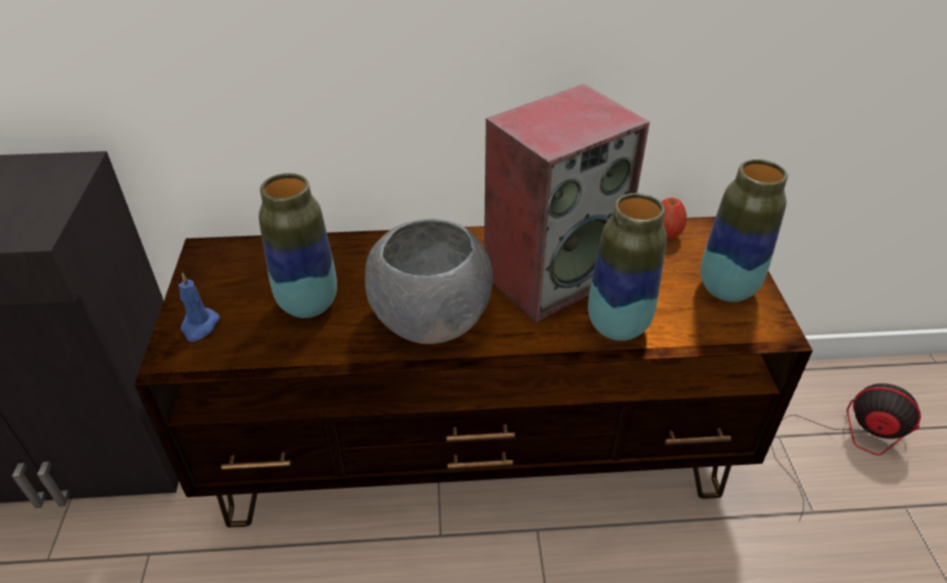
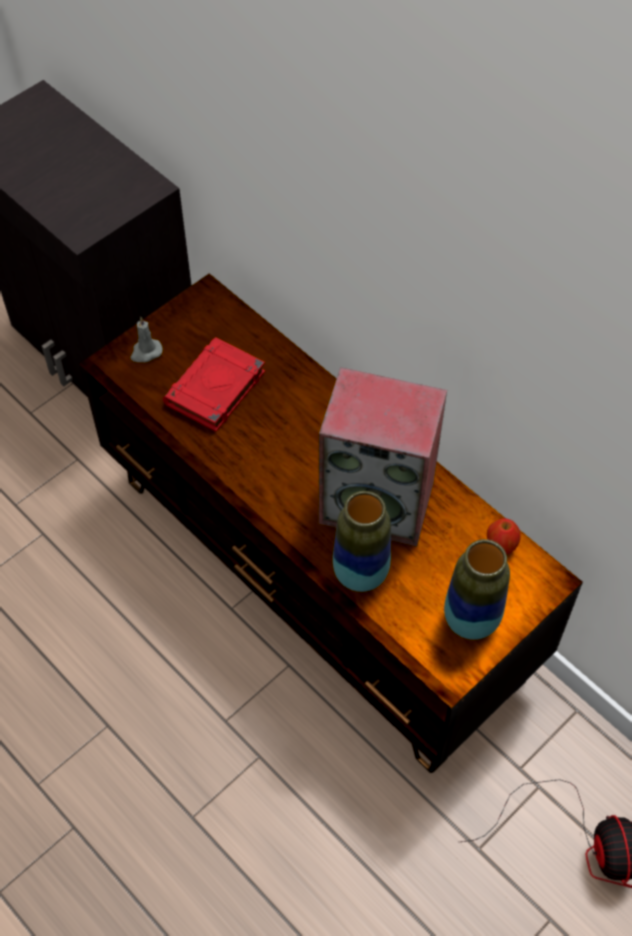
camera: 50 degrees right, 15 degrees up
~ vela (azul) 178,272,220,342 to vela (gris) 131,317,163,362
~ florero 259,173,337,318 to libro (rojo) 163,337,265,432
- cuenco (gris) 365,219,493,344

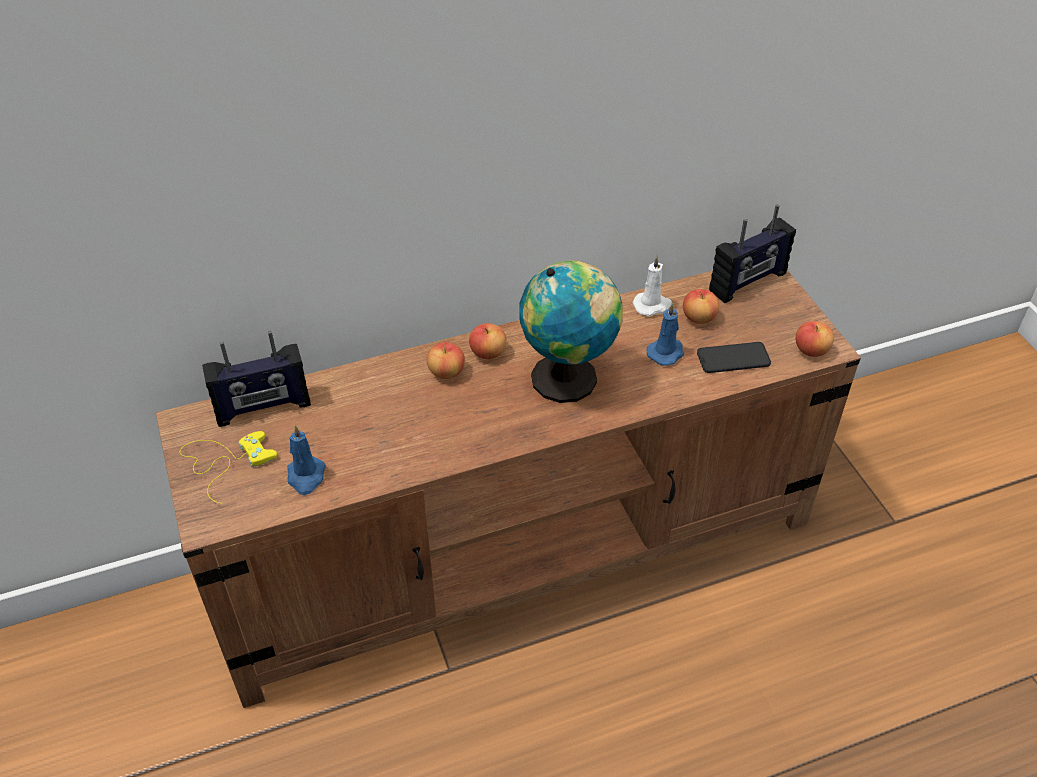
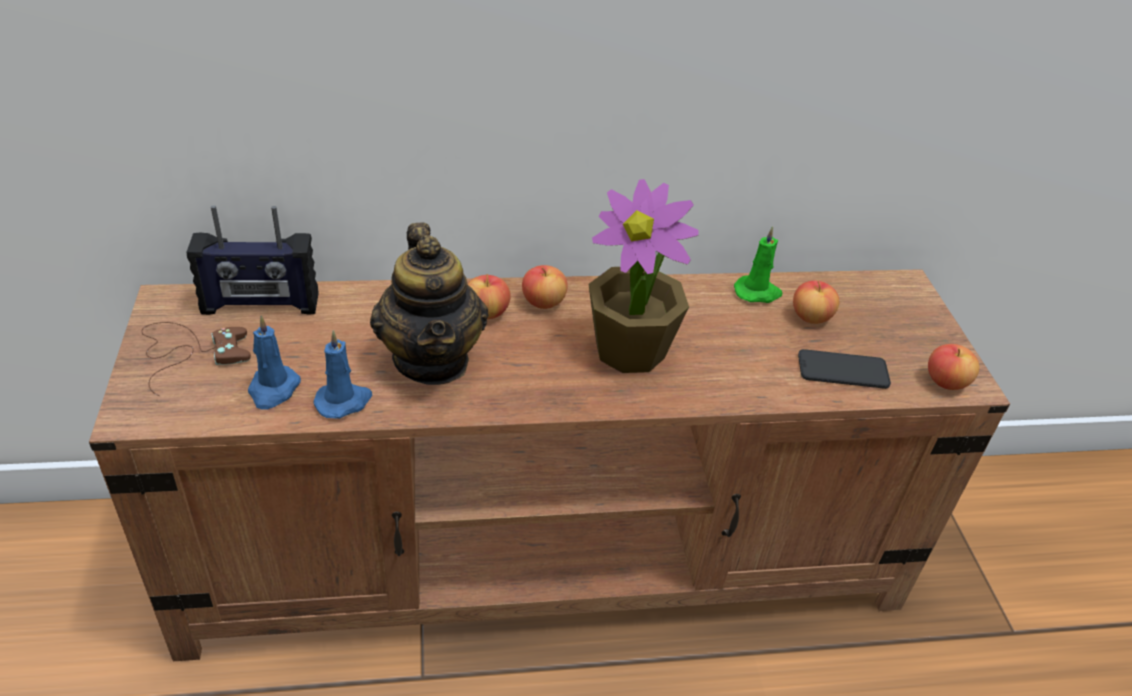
camera: 10 degrees right, 5 degrees down
~ mando de consola (amarillo) 179,431,277,504 to mando de consola (marrón) 141,322,251,397
~ globo terráqueo 520,260,623,403 to planta en maceta 589,179,699,373
~ vela (blanco) 633,255,672,316 to vela (verde) 734,226,782,303
~ vela (azul) 646,303,684,366 to 314,330,372,419
- radio 709,204,796,303
+ tetera 370,222,488,385

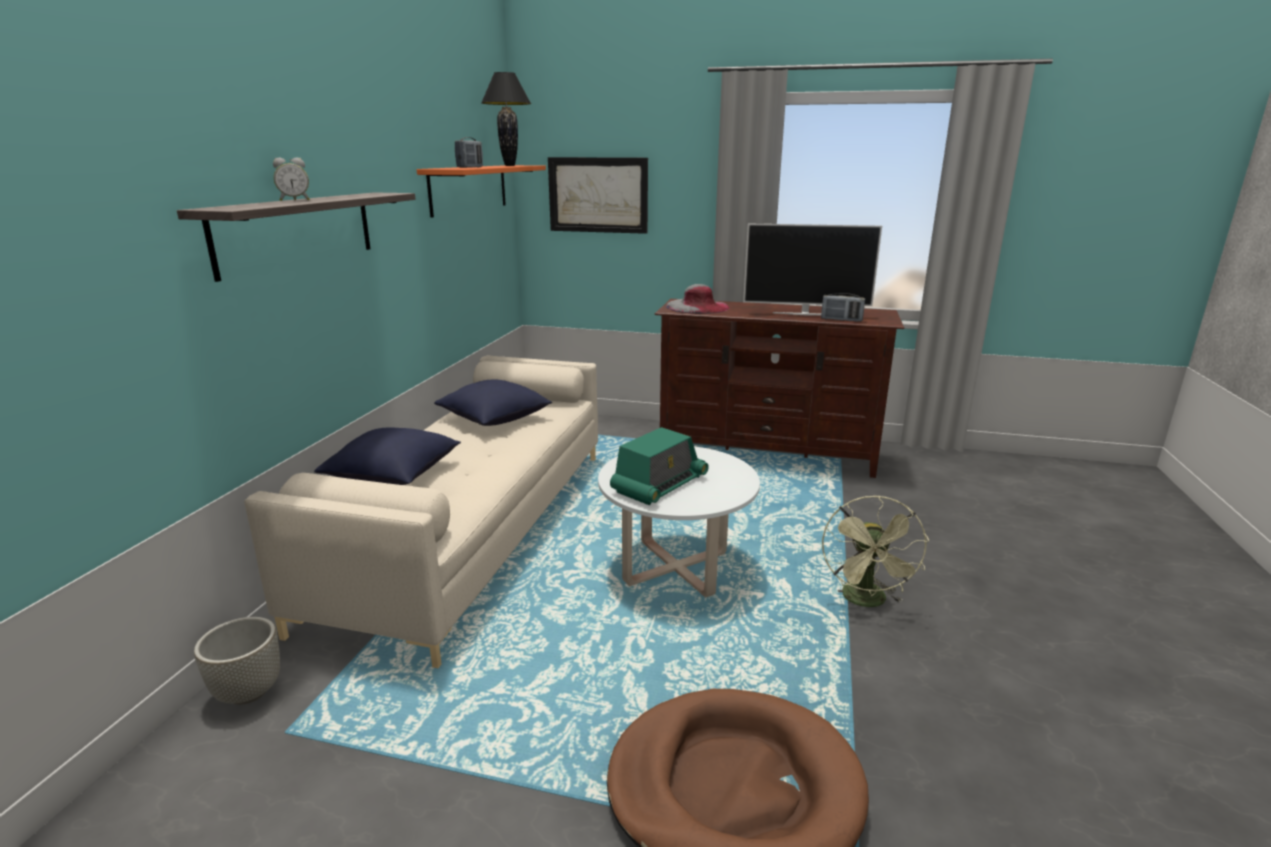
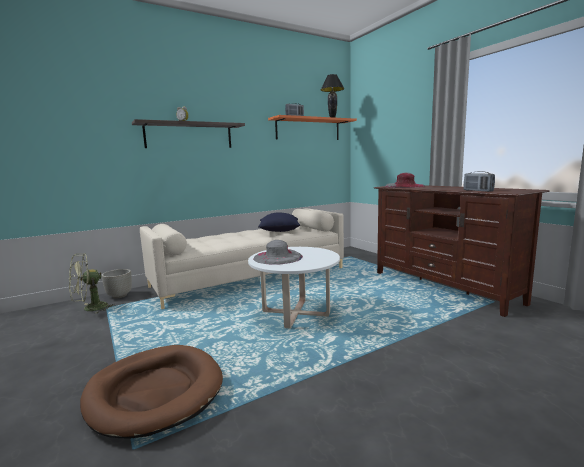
camera: 45 degrees right, 10 degrees down
- cojín (azul) 314,427,461,485
- cuadro 548,157,648,234
~ radio 610,427,709,505 to sombrero (gris) 253,240,303,265
- televisor 743,224,882,316
~ ventilador (verde) 822,495,929,607 to 69,253,116,314

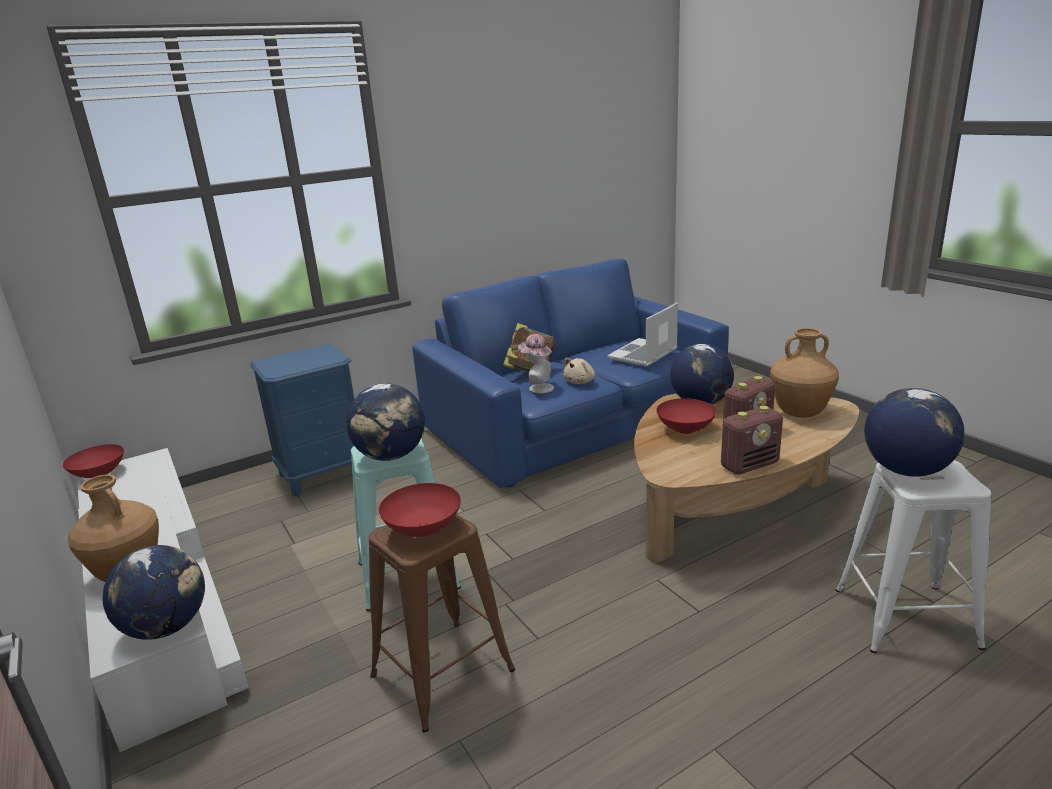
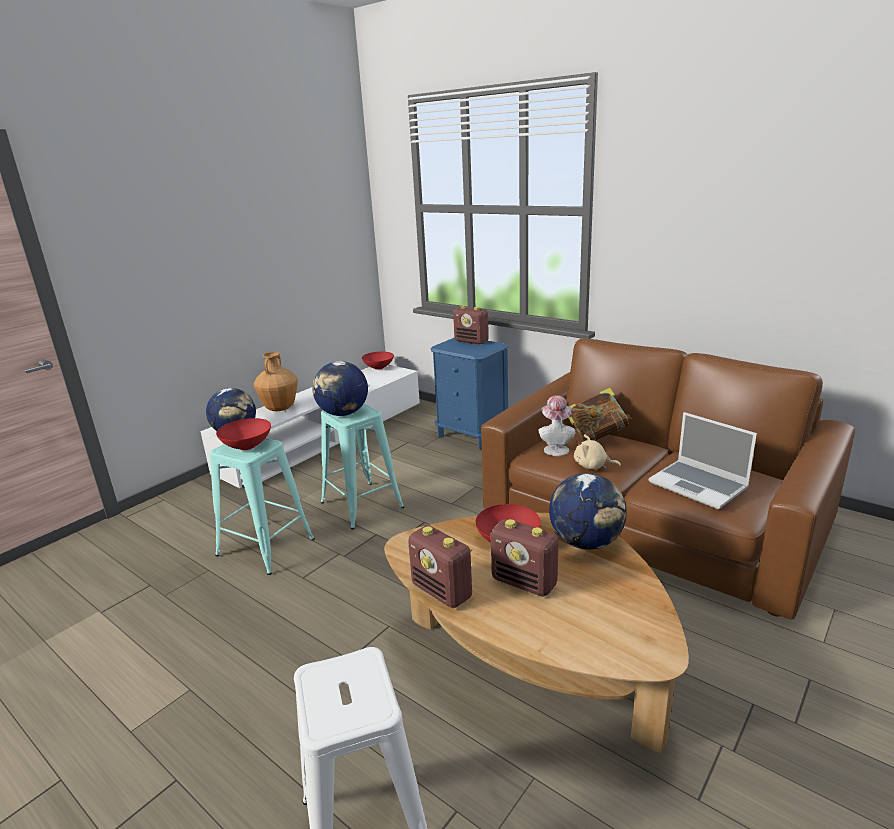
camera: 70 degrees right, 0 degrees up
~ taburete (marrón) 369,514,515,732 to taburete (turquesa) 210,438,315,575
~ sofá (azul) 412,259,729,488 to sofá (marrón) 481,339,855,620
~ portátil 607,303,678,367 = 649,412,757,509 150 degrees counterclockwise
- florero (marrón) 770,328,839,418
- globo terráqueo 864,388,964,477
+ radio 453,305,489,344

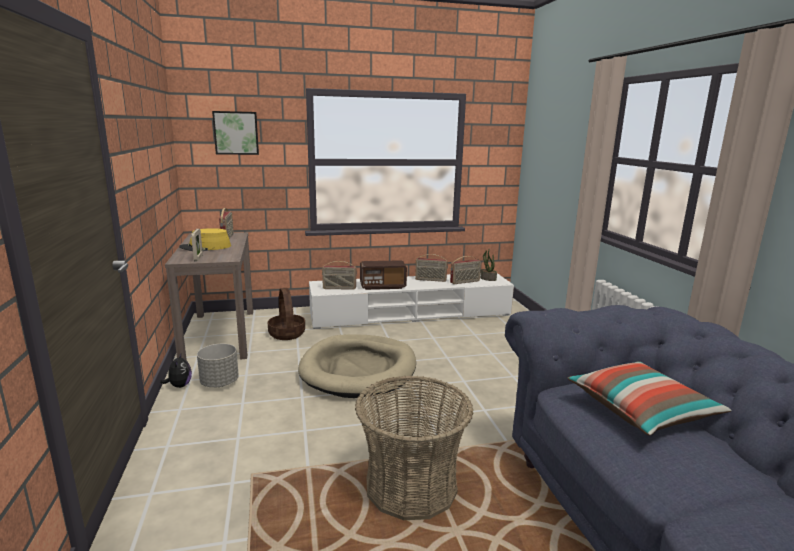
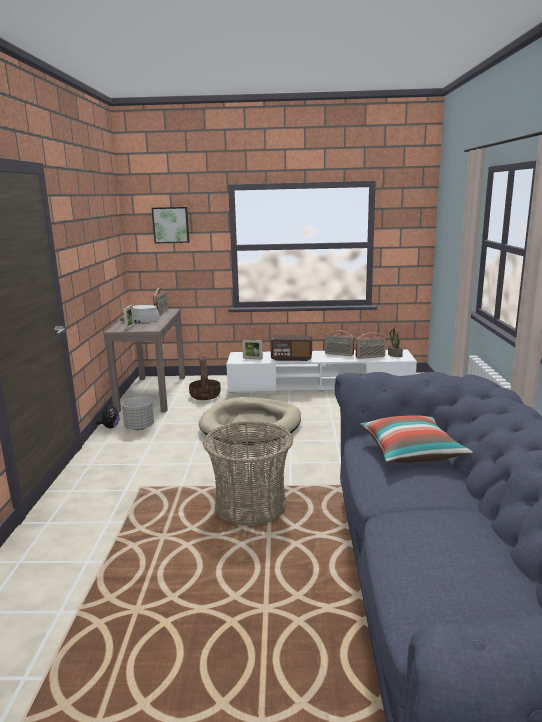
camera: 15 degrees right, 0 degrees up
~ sombrero (amarillo) 179,228,231,251 to sombrero (gris) 120,305,160,323
~ radio 322,261,357,290 to portarretratos 242,339,263,360

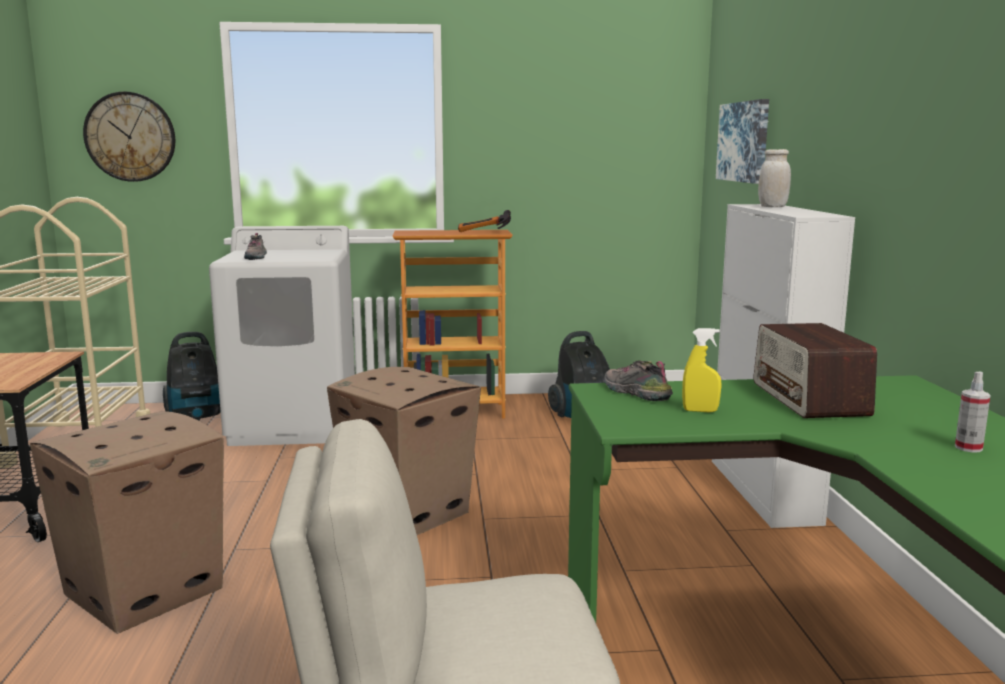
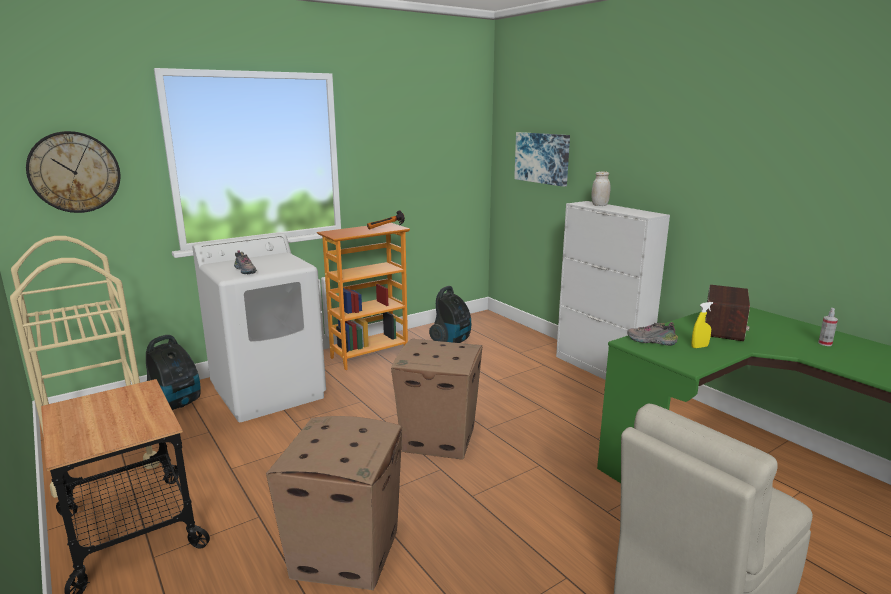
camera: 30 degrees left, 5 degrees up
~ radio 753,323,877,418 = 705,285,750,341 120 degrees counterclockwise

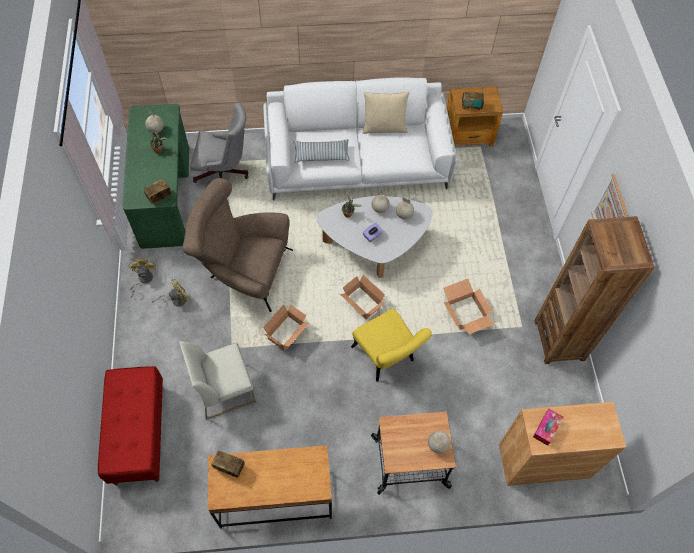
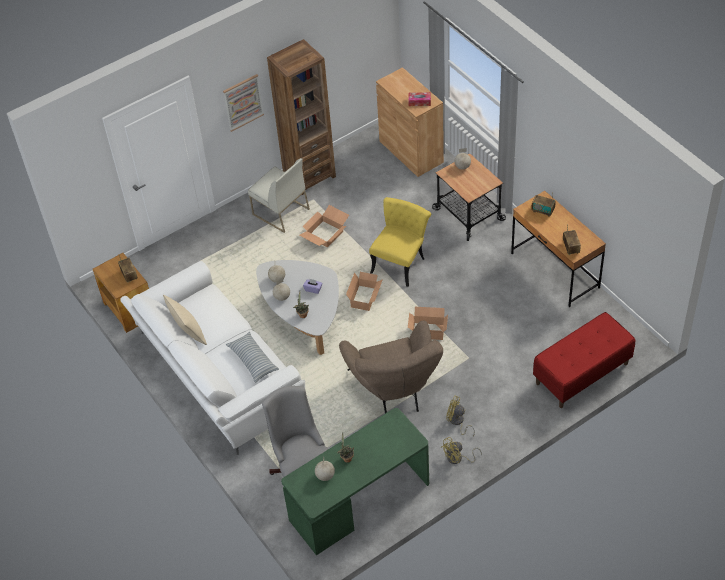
camera: 115 degrees left, 10 degrees down
~ radio 143,179,172,204 to 531,192,556,217
~ silla (blanco) 179,341,256,420 to 248,158,310,233

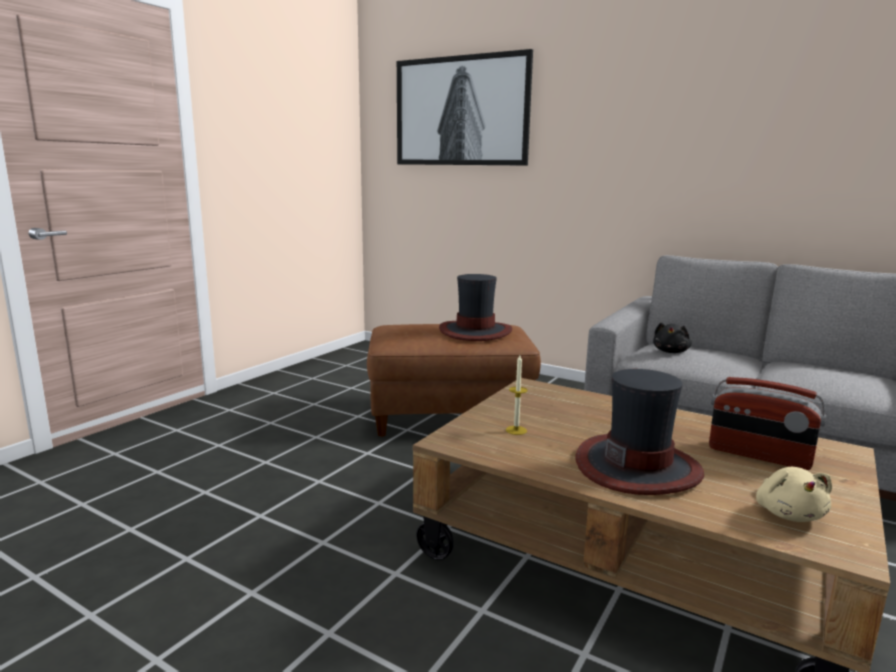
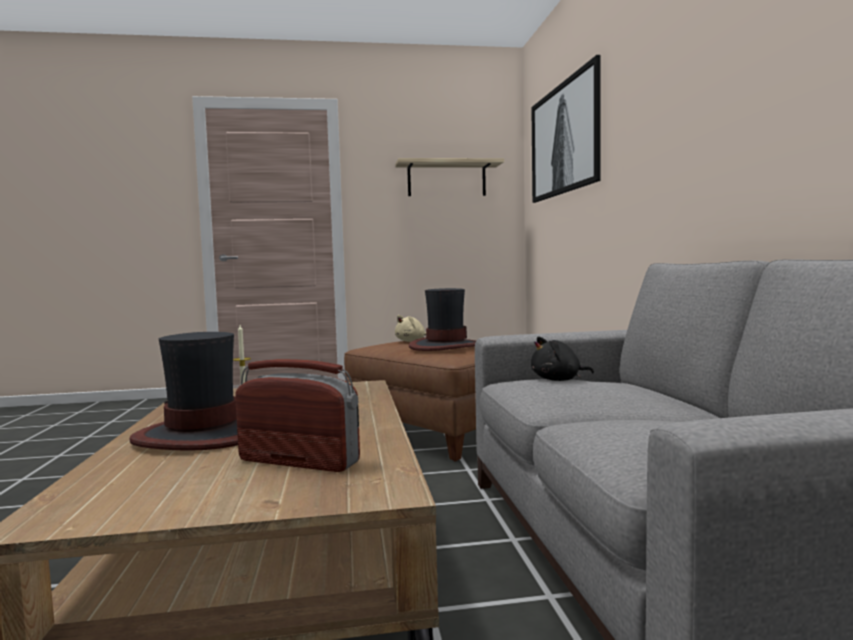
camera: 50 degrees right, 10 degrees down
~ radio 709,377,826,470 = 235,359,360,472 120 degrees clockwise
~ peluche (beis) 756,467,832,522 to 395,315,426,342
+ estante 395,158,504,196

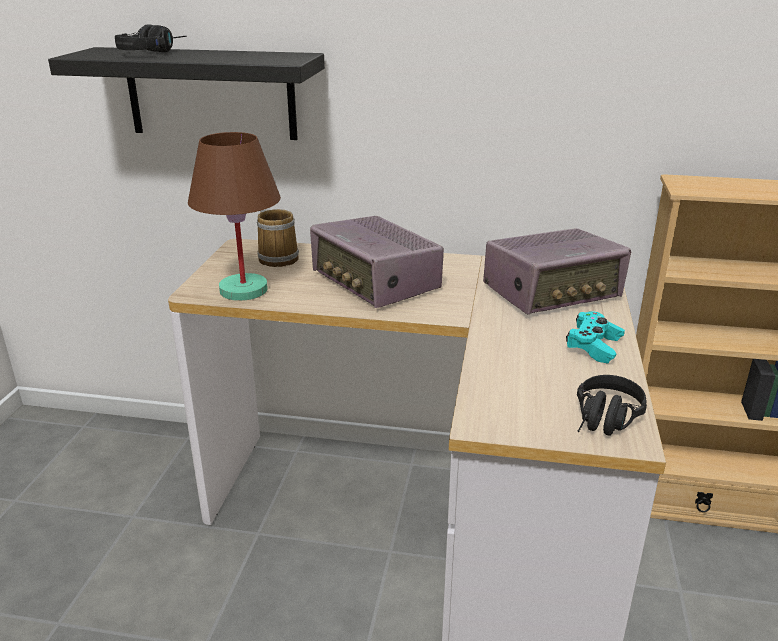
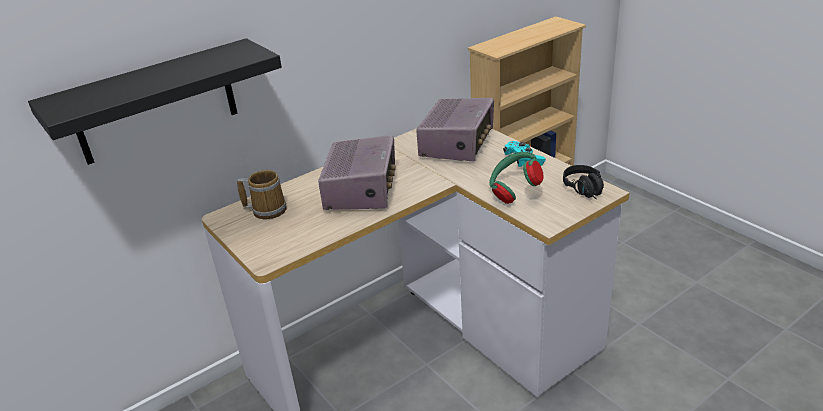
camera: 45 degrees left, 5 degrees up
- auriculares (negro) 115,24,186,52
- lámpara de mesa (marrón) 188,132,281,301
~ radio 310,216,444,308 = 318,135,396,210 90 degrees counterclockwise
+ auriculares (verde) 489,152,544,204

